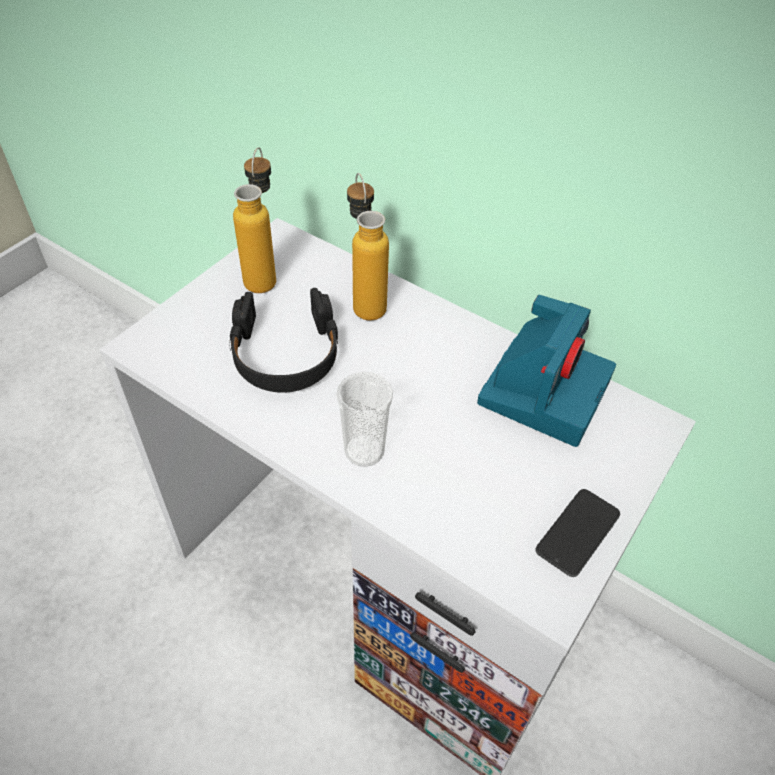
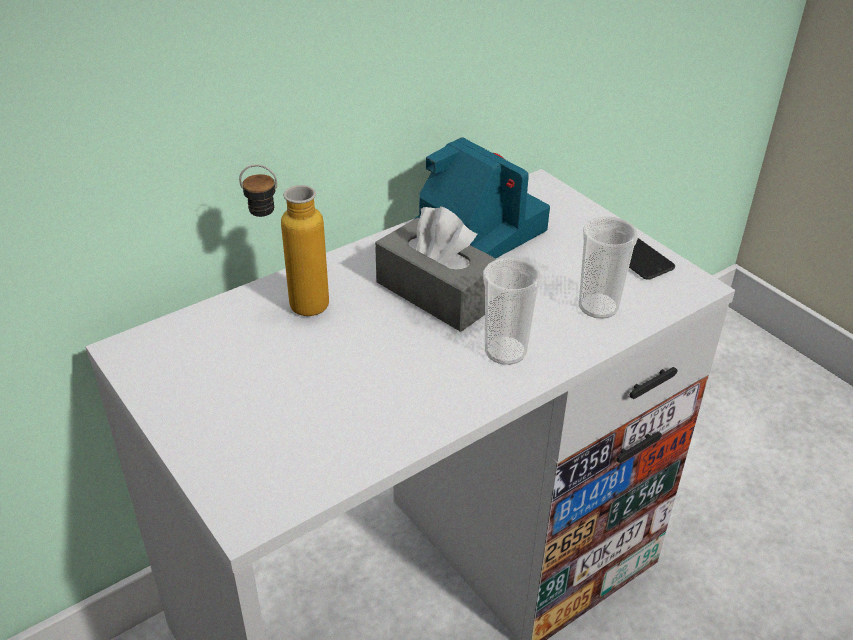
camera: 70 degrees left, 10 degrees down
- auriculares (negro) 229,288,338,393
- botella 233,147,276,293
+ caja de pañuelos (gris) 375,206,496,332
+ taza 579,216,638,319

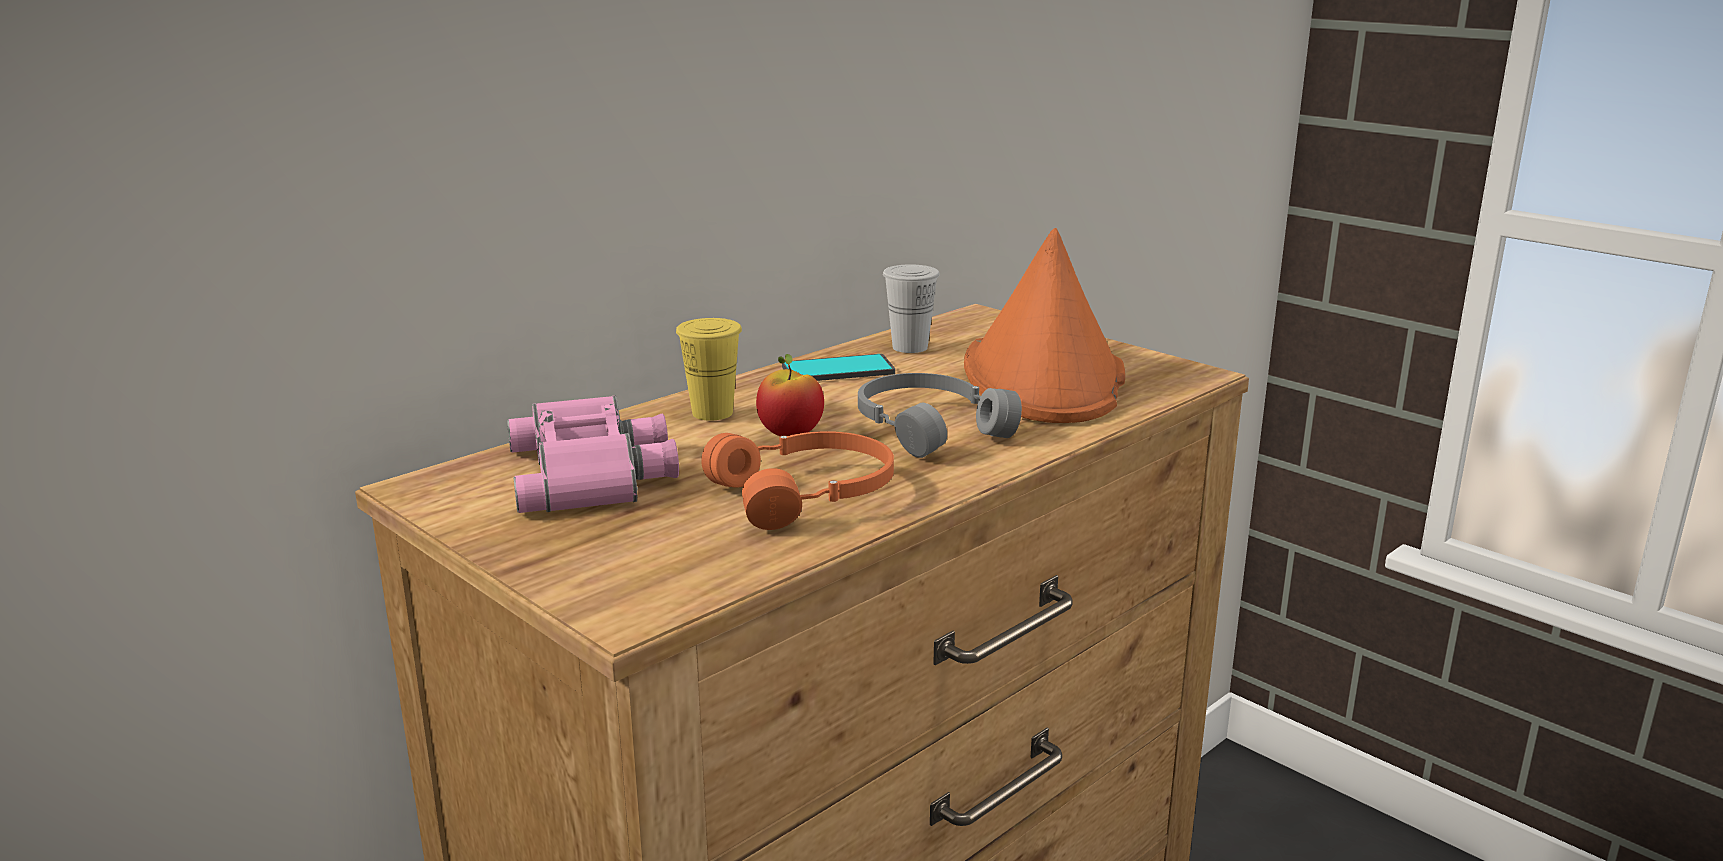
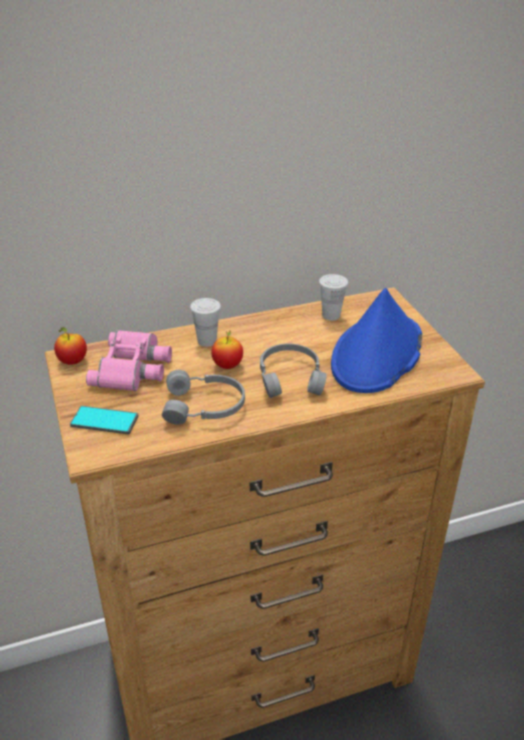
camera: 25 degrees right, 15 degrees up
~ taza (amarillo) 676,318,742,421 to taza (blanco) 190,298,221,347
~ auriculares (naranja) 701,431,894,530 to auriculares (gris) 162,370,245,425
~ móvil 782,354,895,381 to 70,406,138,434
~ sombrero (naranja) 964,228,1125,423 to sombrero (azul) 331,288,422,393
+ manzana 54,327,87,365

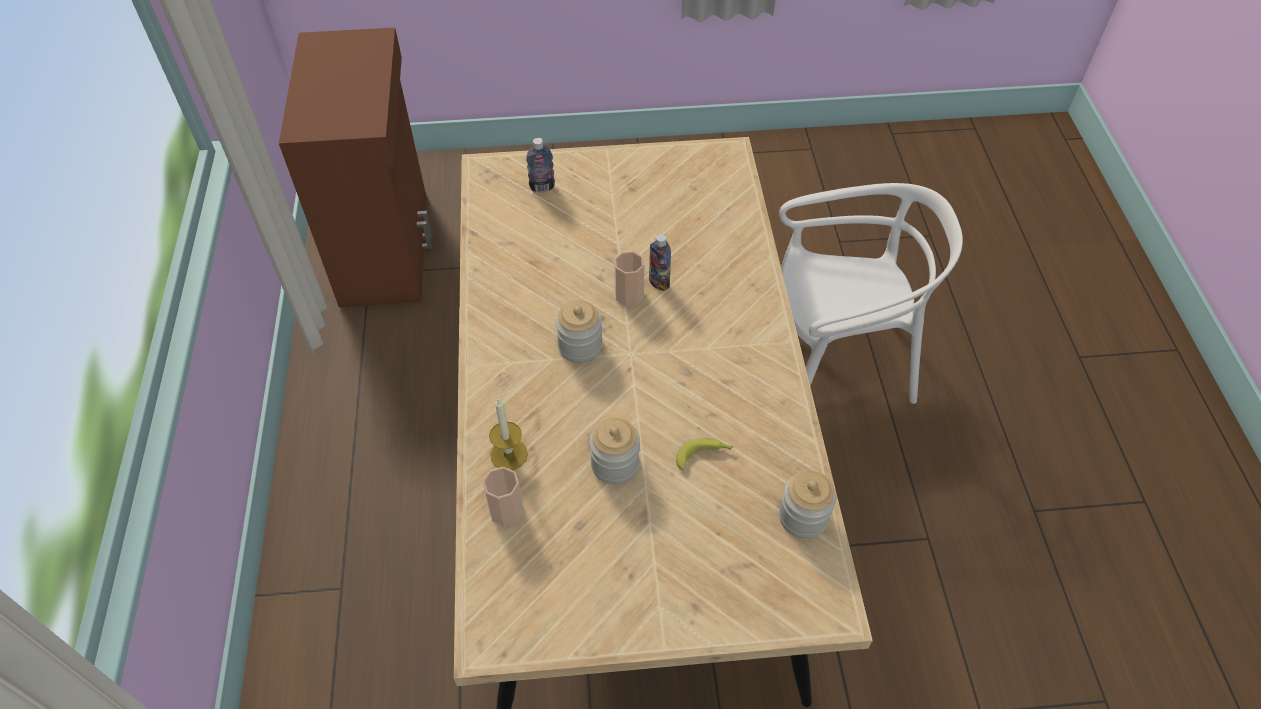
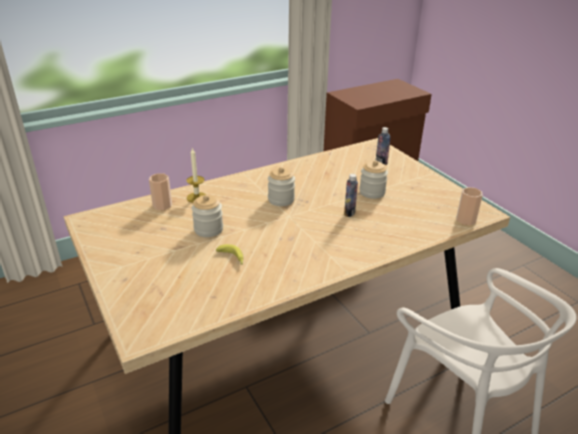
camera: 65 degrees right, 20 degrees down
~ taza 614,251,645,306 to 457,187,483,225
~ tarro 779,470,836,539 to 359,160,388,199

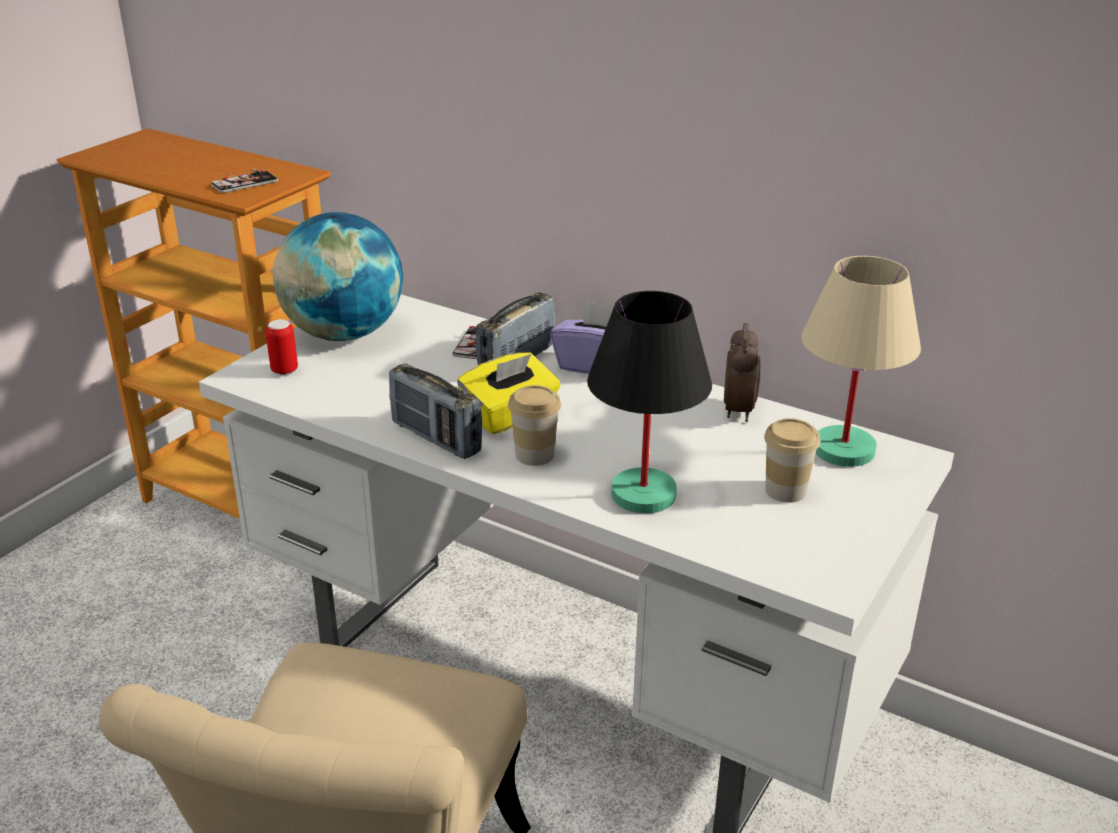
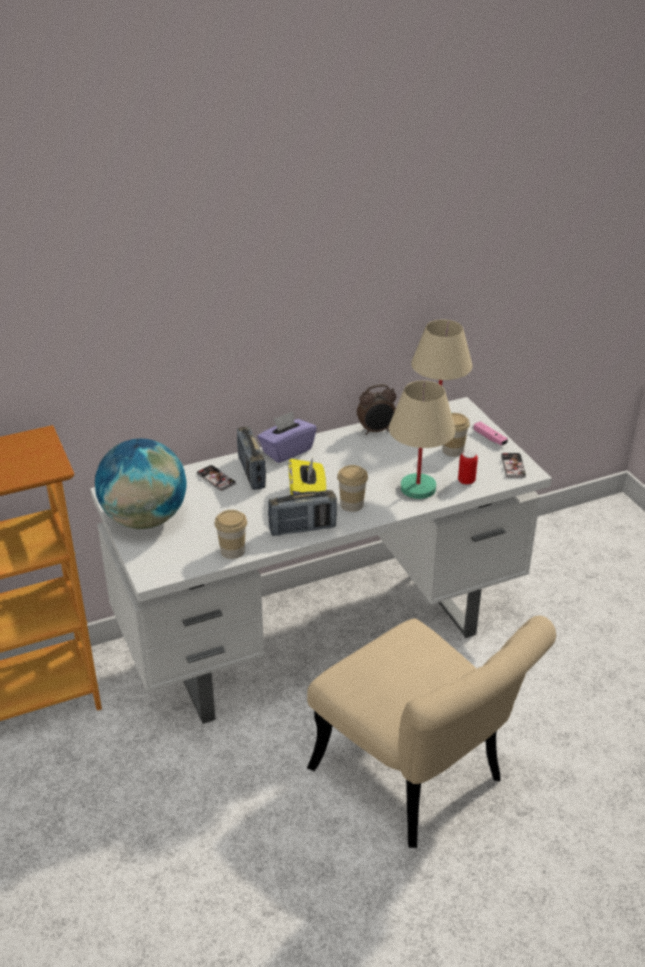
camera: 55 degrees left, 5 degrees up
~ móvil 211,169,278,193 to 501,453,526,478
~ lata 265,319,298,375 to 458,450,478,485
~ lámpara de mesa (negro) 587,291,712,514 to lámpara de mesa (beis) 389,380,456,499
~ despertador 724,323,760,422 = 357,384,396,435 120 degrees clockwise
+ taza 215,510,247,559
+ mando de consola (rosa) 474,421,508,446

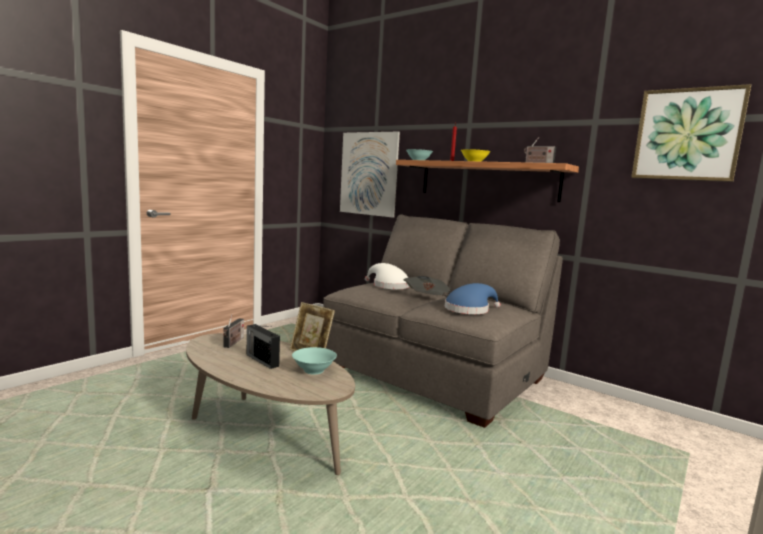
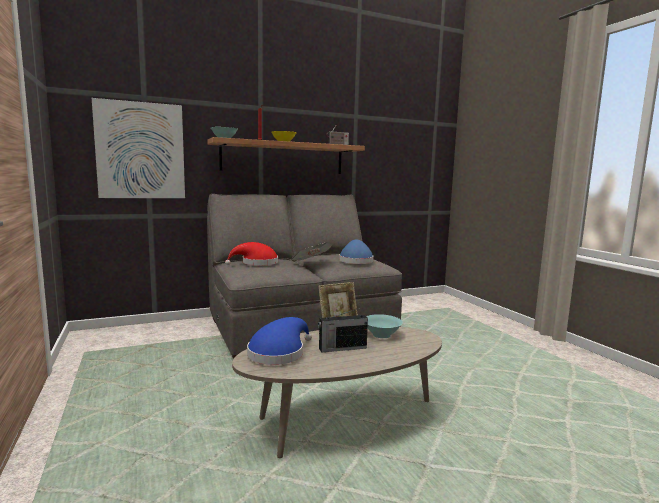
camera: 60 degrees left, 0 degrees up
~ radio 223,314,244,348 to sombrero (azul) 247,317,312,365
~ sombrero (blanco) 365,263,409,289 to sombrero (rojo) 225,242,278,266
- cuadro 631,84,751,182

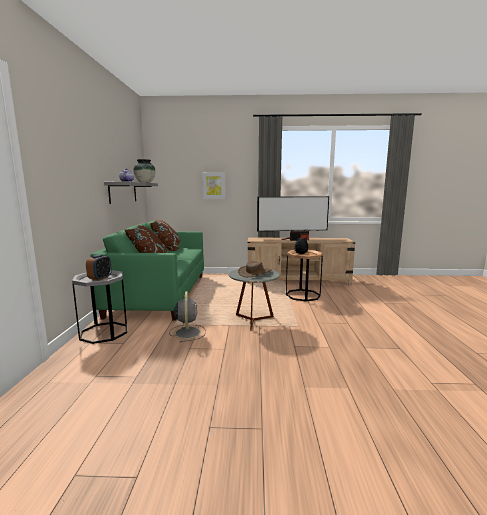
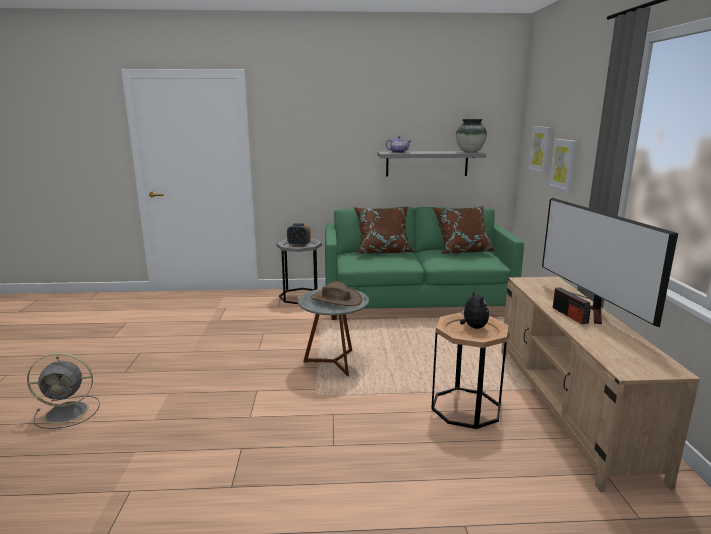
camera: 85 degrees right, 5 degrees up
~ ventilador (gris) 169,291,206,342 to 27,353,100,429
+ cuadro 529,126,552,174

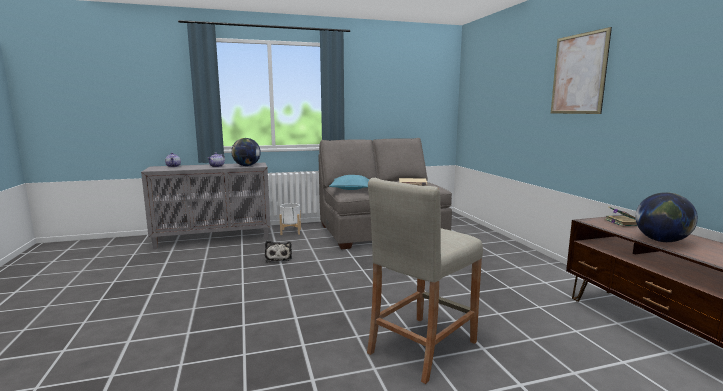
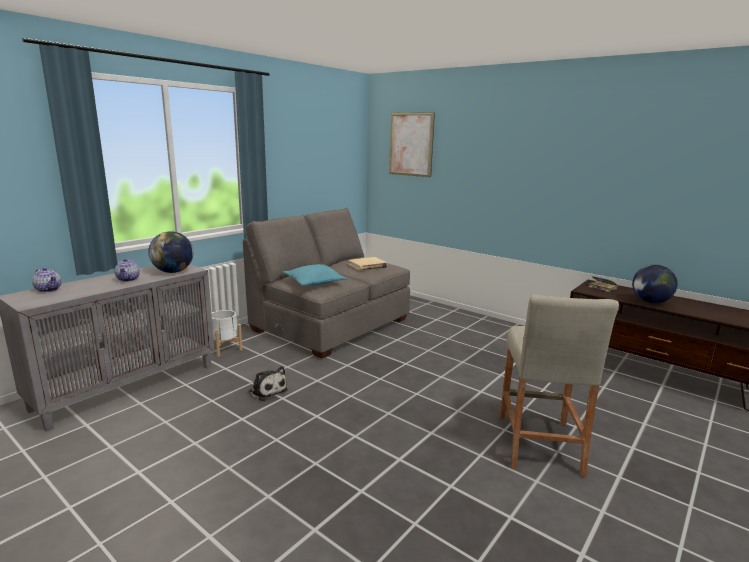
camera: 35 degrees left, 5 degrees up
~ cuadro 551,27,612,114 to 389,112,435,177

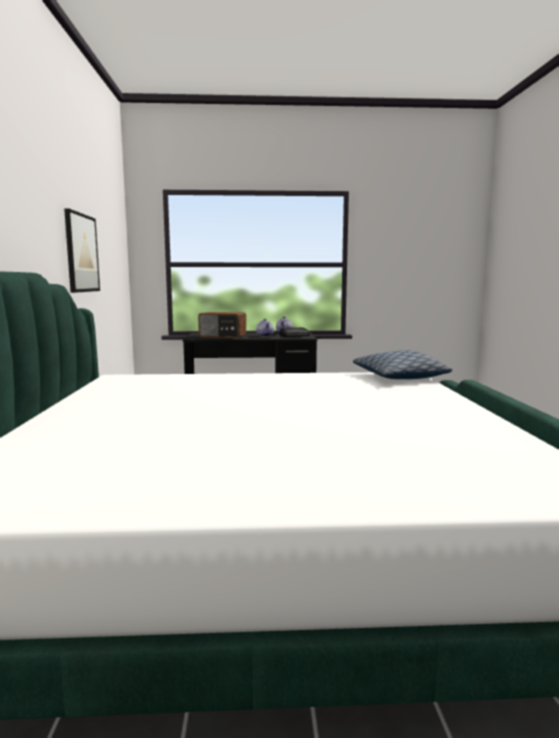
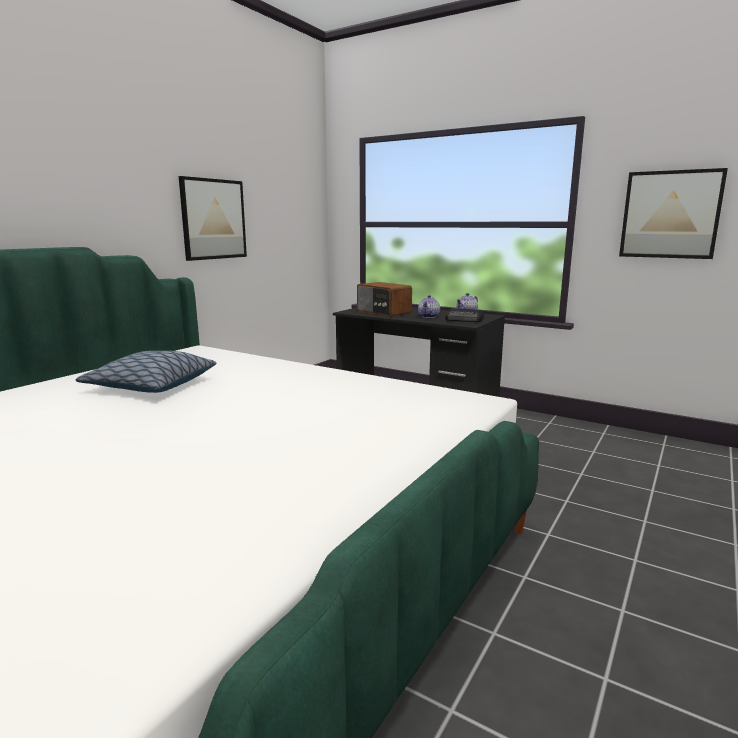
camera: 35 degrees right, 5 degrees up
~ cojín 353,350,452,379 to 76,351,216,393
+ cuadro 619,168,728,259

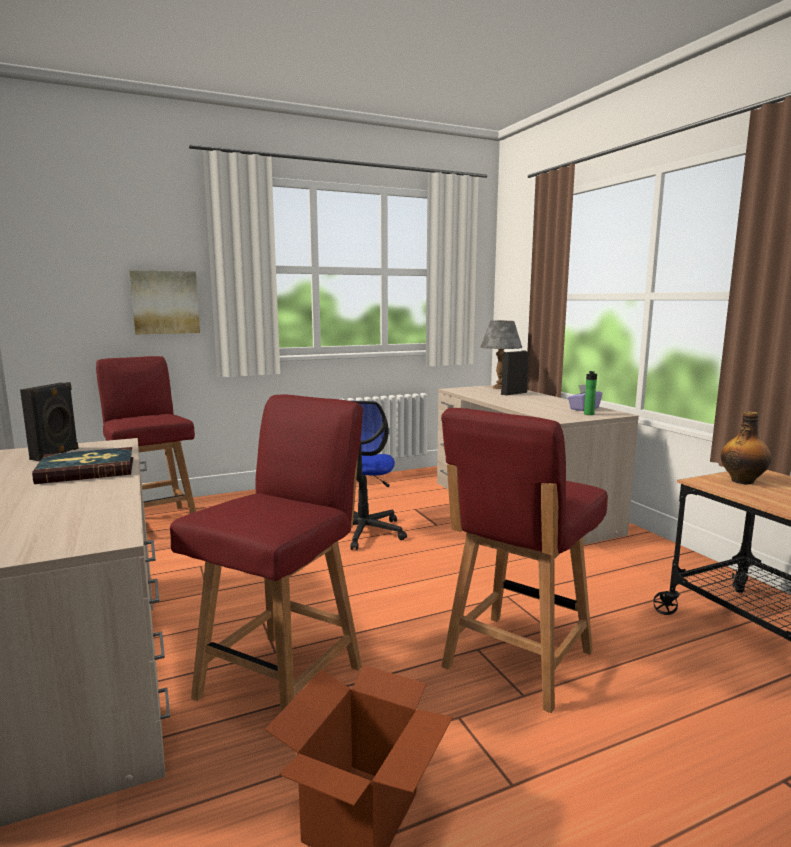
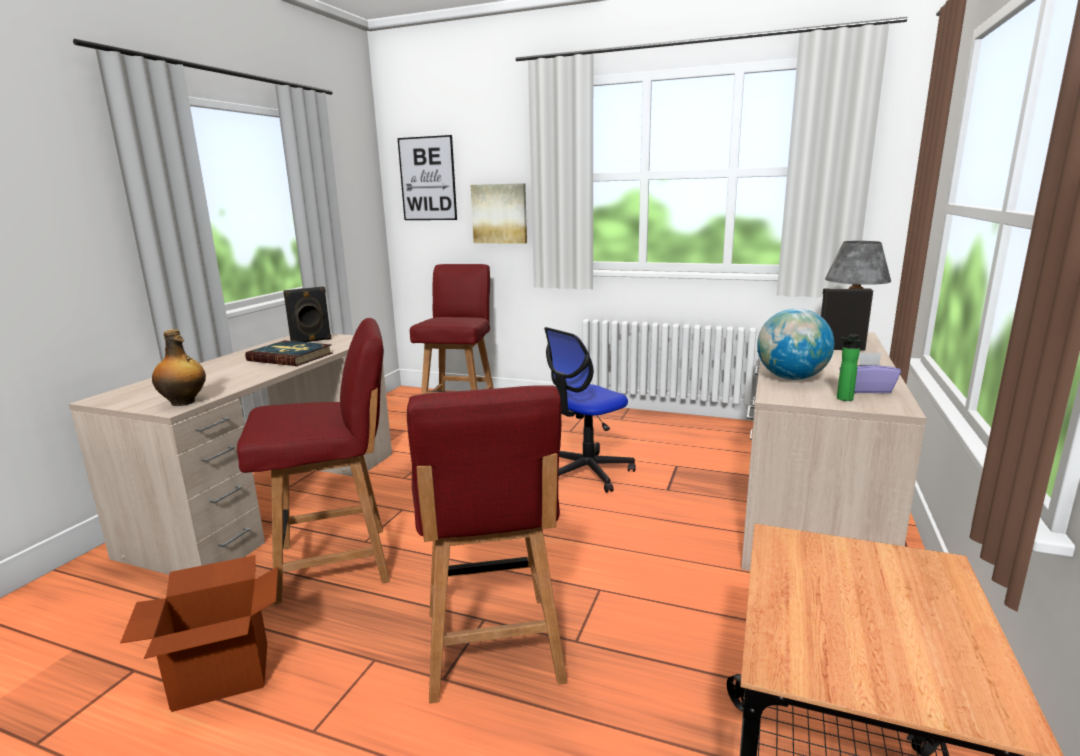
camera: 45 degrees right, 5 degrees up
~ silla (rojo) 441,408,608,713 = 407,385,567,704 90 degrees counterclockwise
~ botella 721,411,772,484 to 152,329,206,406
+ cuadro 398,135,457,220
+ globo terráqueo 757,308,834,380

